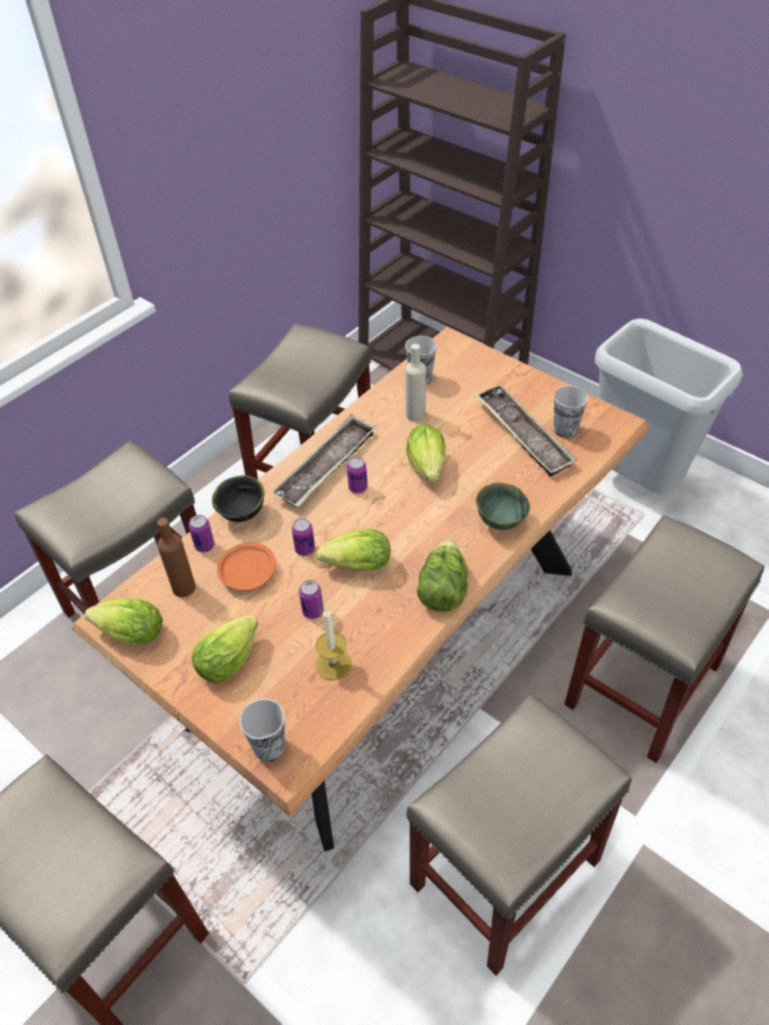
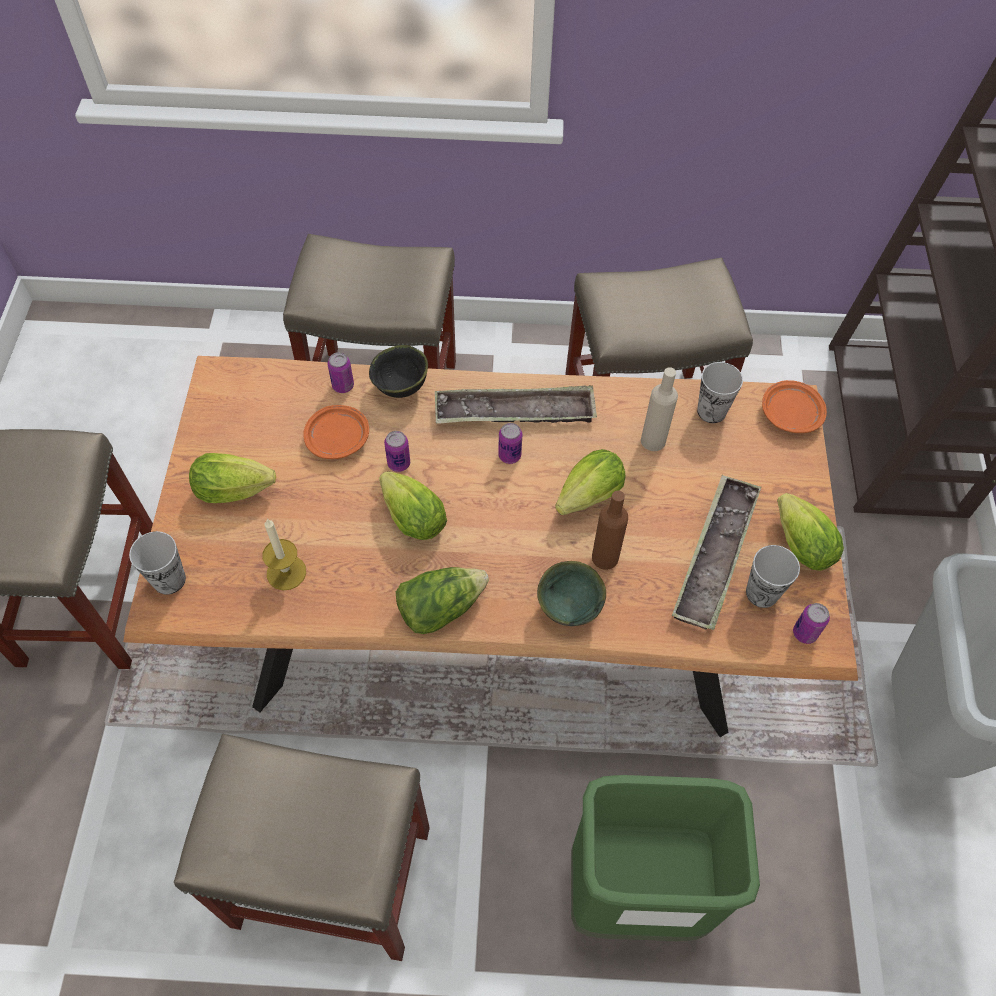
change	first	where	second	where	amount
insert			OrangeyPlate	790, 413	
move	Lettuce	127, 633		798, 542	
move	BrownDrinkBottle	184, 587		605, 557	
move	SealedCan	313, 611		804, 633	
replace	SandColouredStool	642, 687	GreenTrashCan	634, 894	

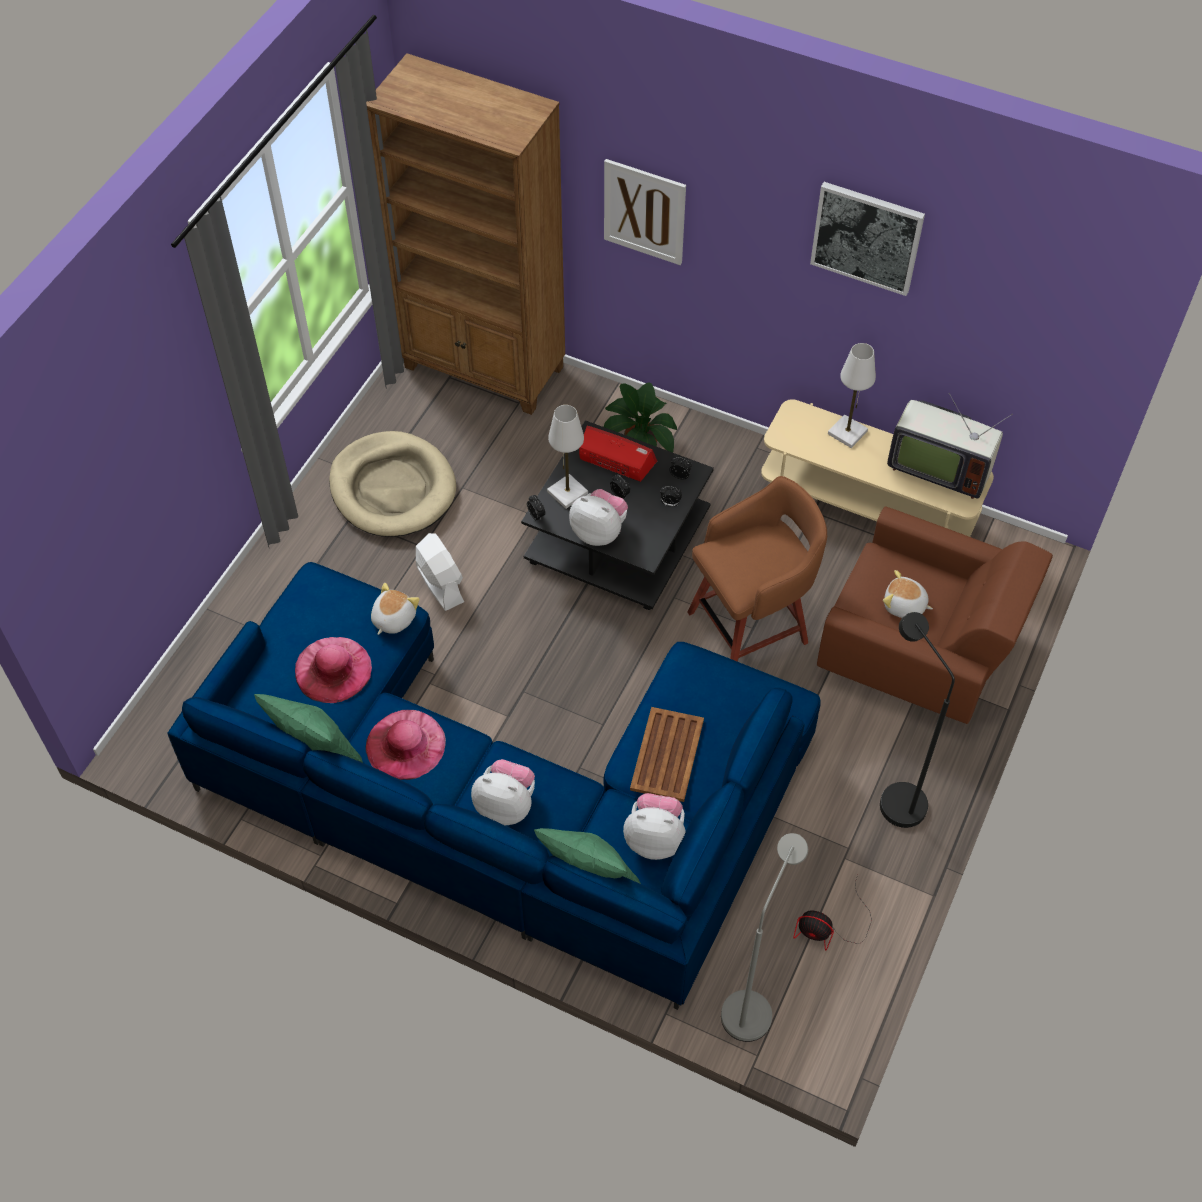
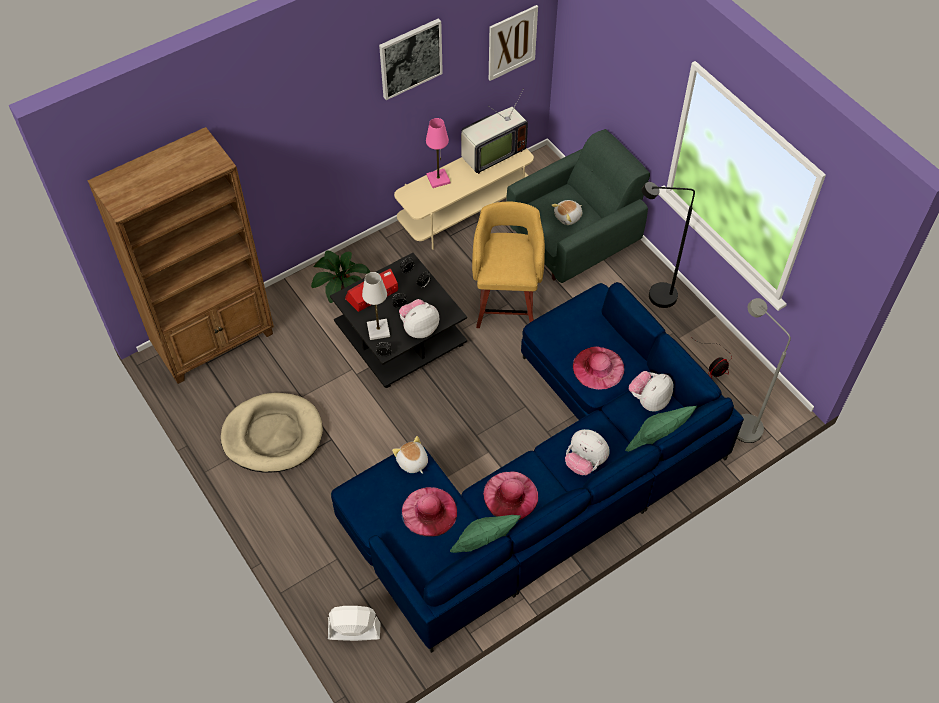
change	first	where	second	where	amount
move	WhitishElectricFan	440, 583		354, 631	
move	Picture	644, 211		512, 42	
replace	BrownTray	667, 754	PinkHat	598, 368	
recolor	BrownStool	751, 626	YellowishStool	506, 303	
recolor	BrownLoungeChair	918, 654	GreenLoungeChair	574, 240	
recolor	WhitishLampForATable	847, 432	PinkLampForATable	438, 179	
rotate	PlushToy	506, 805		585, 462	105 degrees counterclockwise

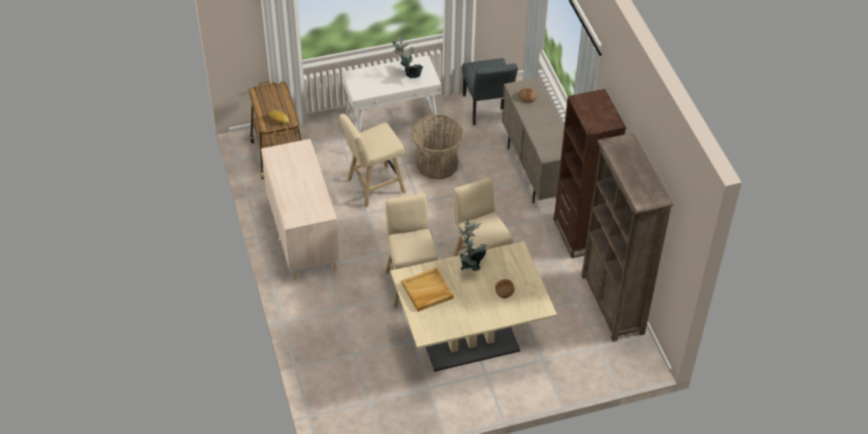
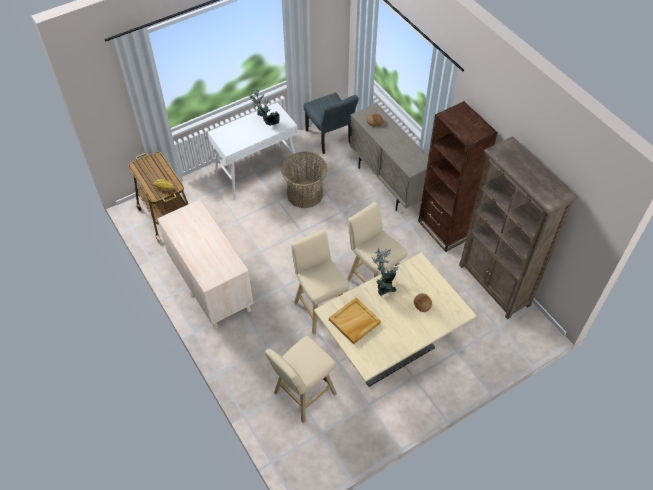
change	first	where	second	where	amount
move	SandColouredStool	373, 187		302, 395	

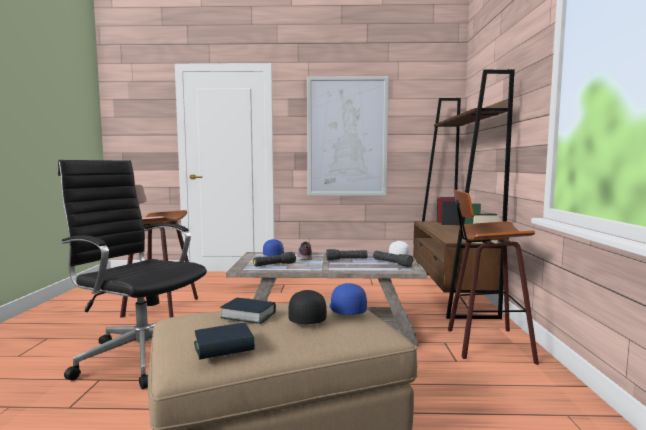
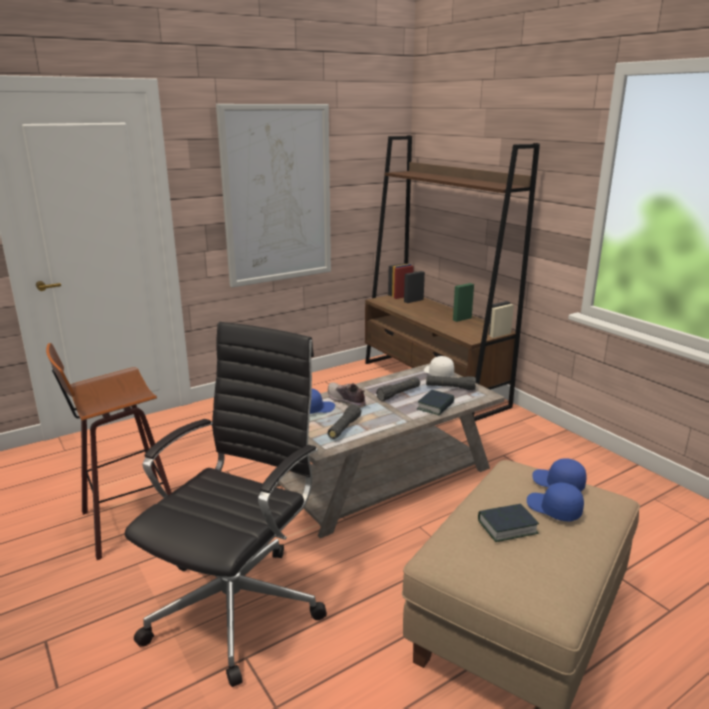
change	first	where	second	where	amount
delete	Stool	485, 344			
move	Book	224, 347		435, 406	
recolor	BlackColouredCap	306, 318	BlueColouredCap	553, 509	
rotate	BlackColouredDeskChair	140, 356		238, 604	120 degrees clockwise

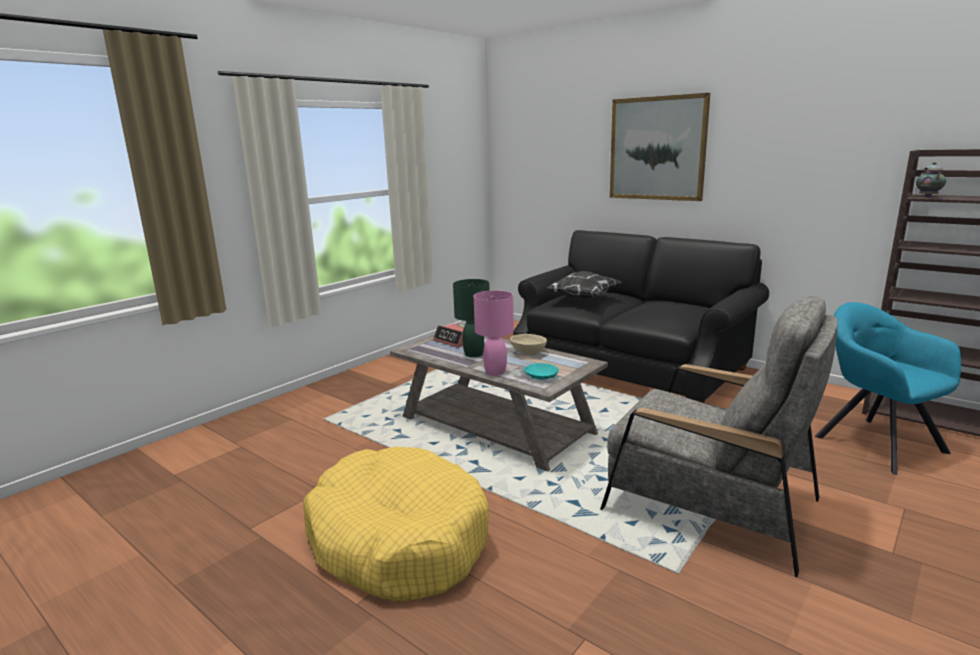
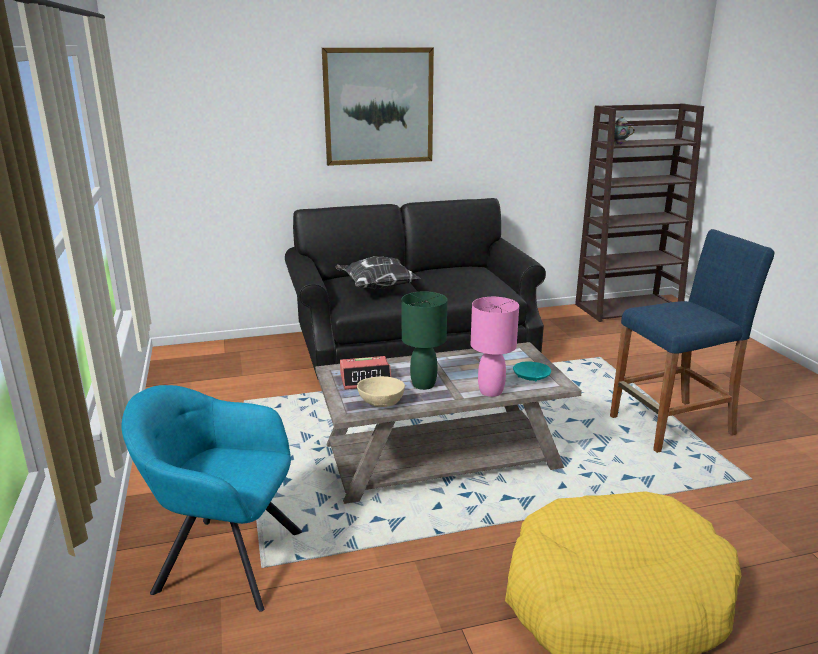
change	first	where	second	where	amount
move	SandColouredBowl	528, 353		381, 403	
move	TurquoiseColouredLoungeChair	875, 442		224, 560	
replace	GrayLoungeChair	709, 504	BlueColouredStool	672, 426	

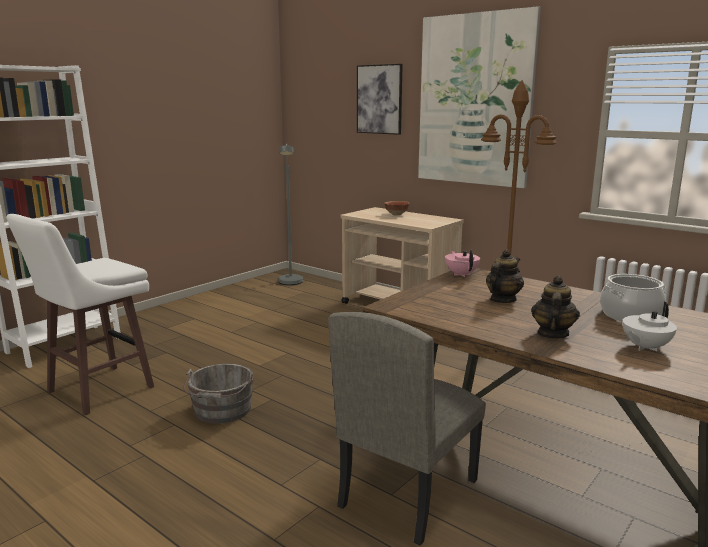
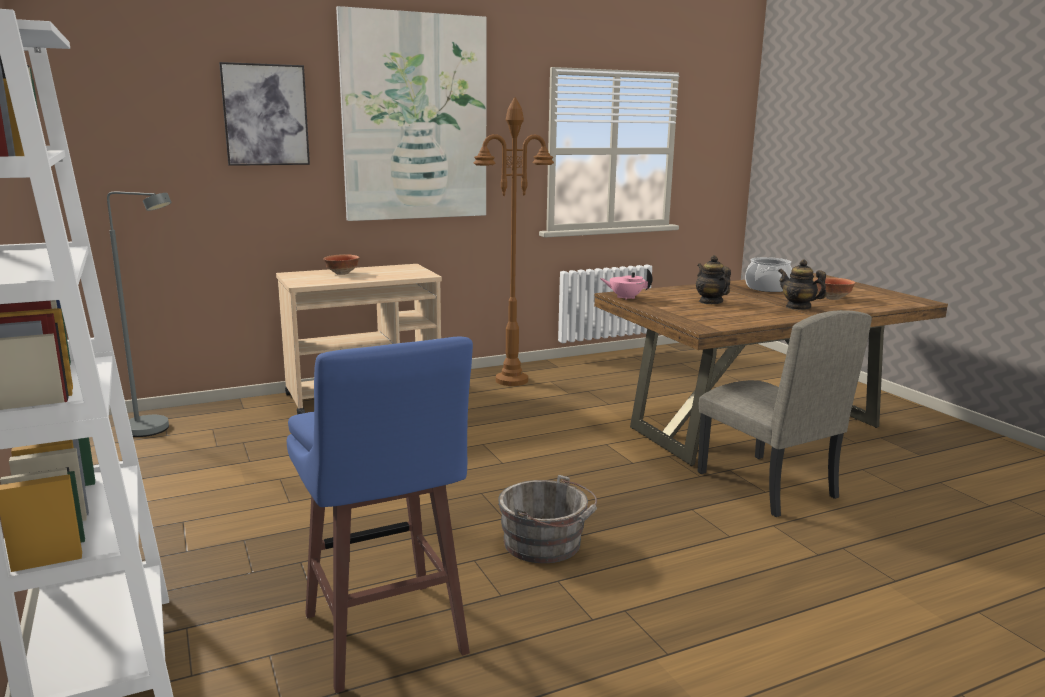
change	first	where	second	where	amount
replace	WhitishTeapot	644, 347	Bowl	832, 298	
recolor	WhitishStool	97, 390	BlueColouredStool	384, 637	

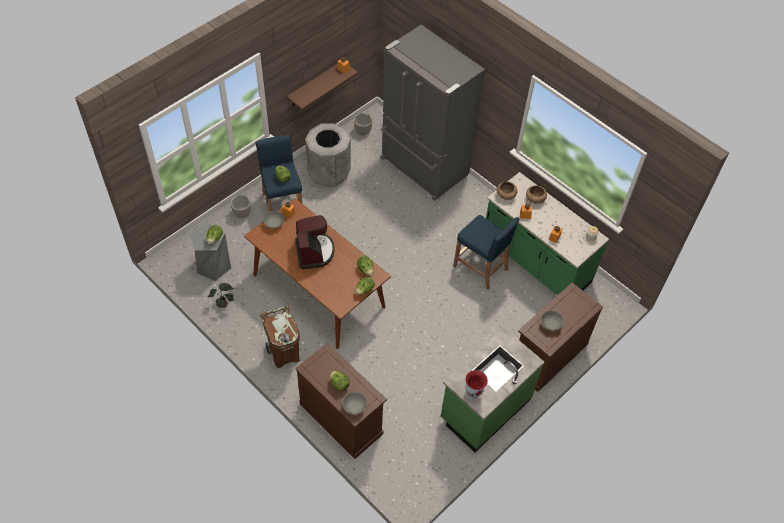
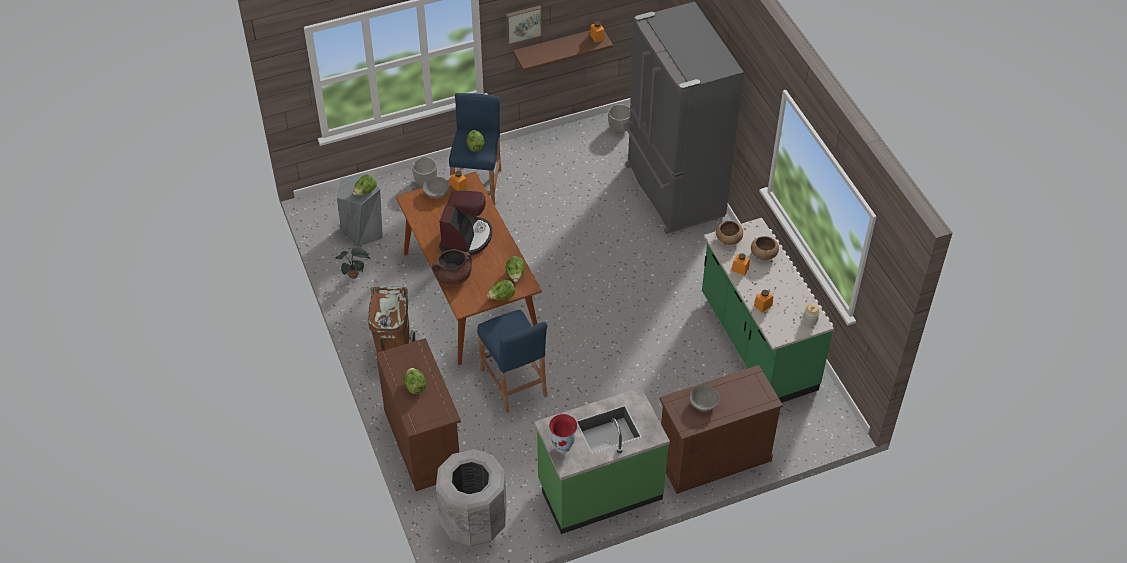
change	first	where	second	where	amount
delete	GrayBowl	355, 407			
insert			BrownSaucepot	453, 277	
insert			Picture	523, 23	
move	GrayTrashCan	329, 173		474, 522	
move	BlueColouredStool	480, 267		513, 382	

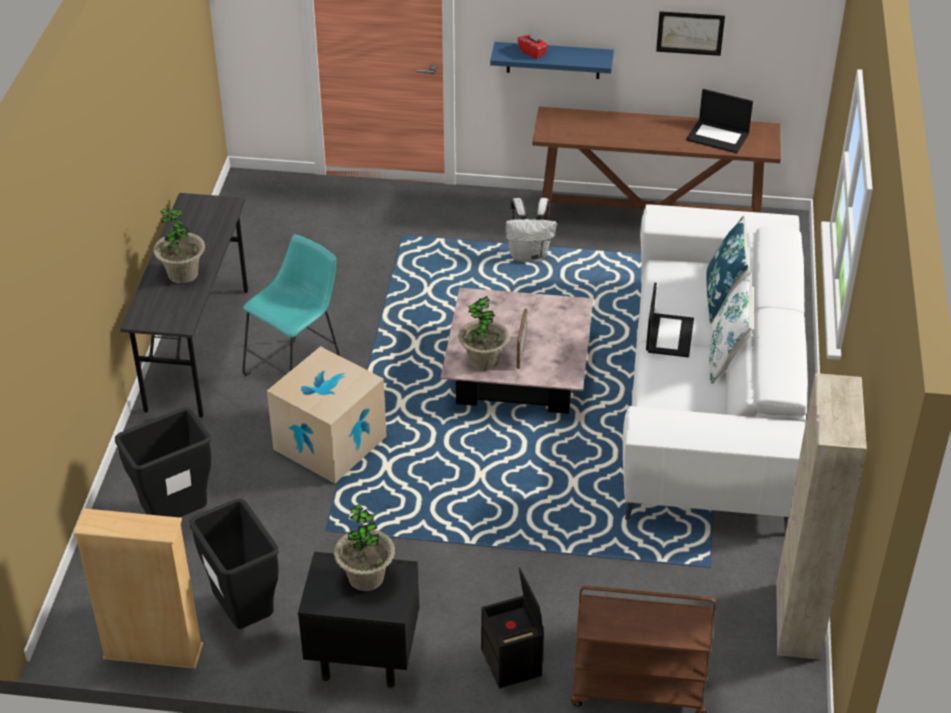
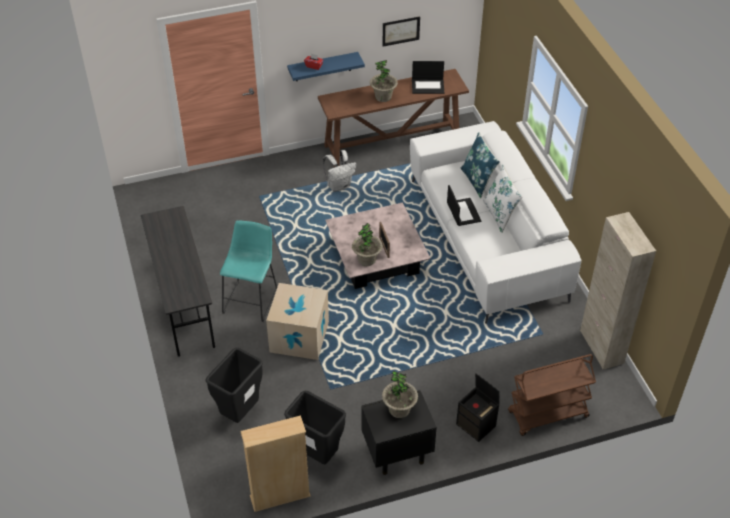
change	first	where	second	where	amount
move	PottedPlant	183, 274		383, 97	

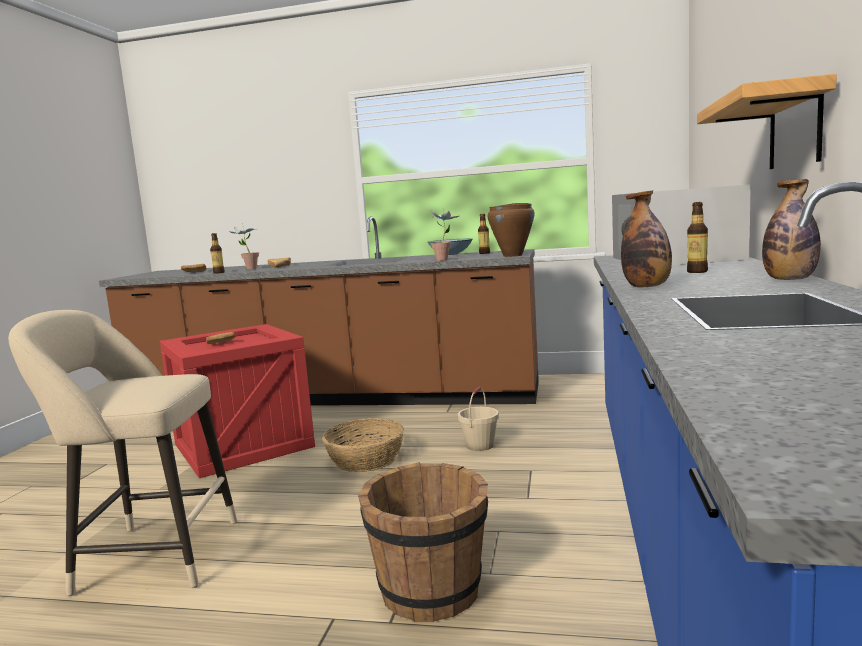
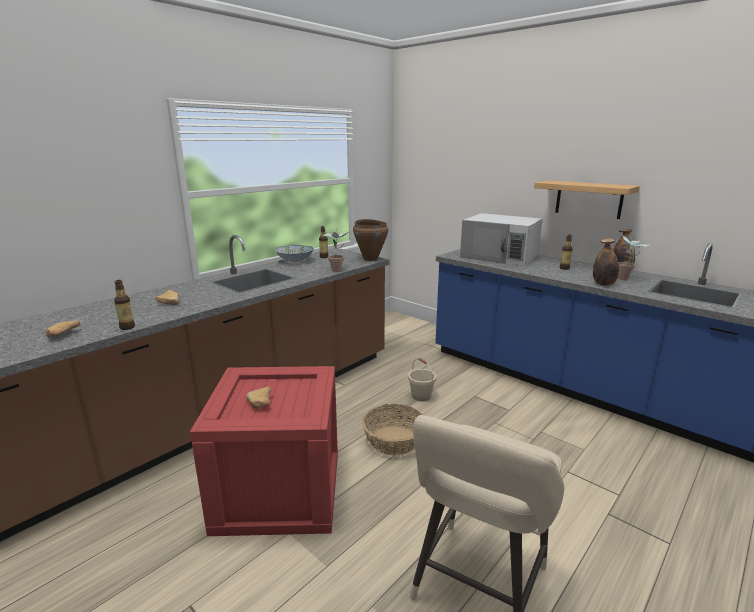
change	first	where	second	where	amount
delete	BrownPail	431, 592			
move	PottedPlant	248, 269		625, 279	

